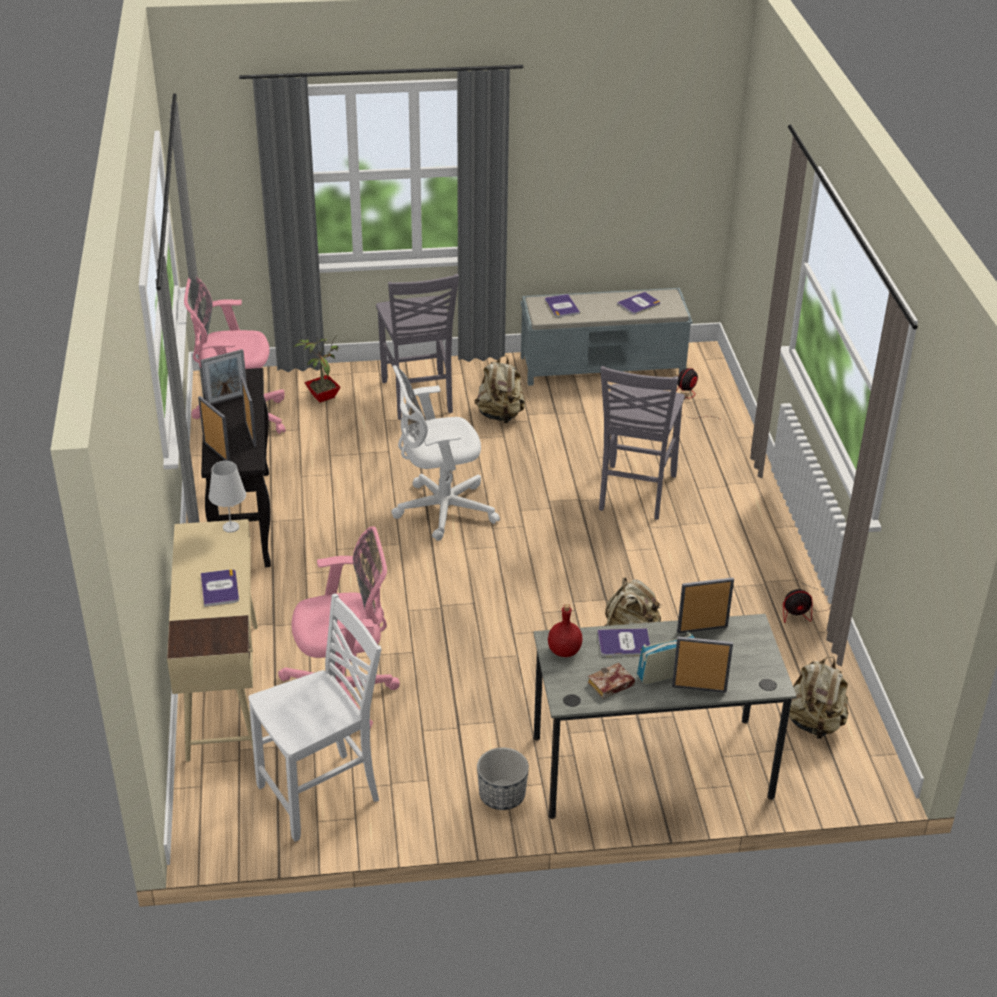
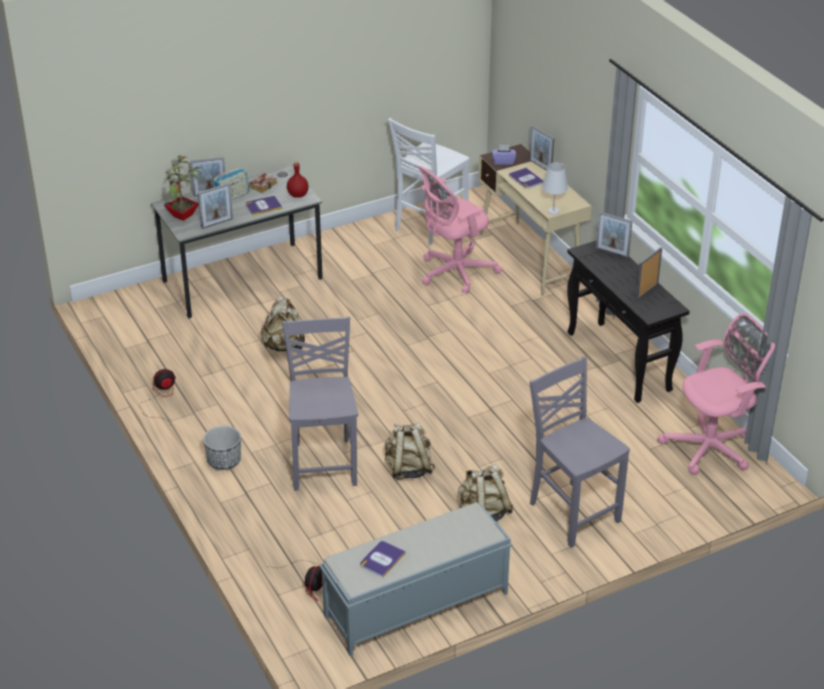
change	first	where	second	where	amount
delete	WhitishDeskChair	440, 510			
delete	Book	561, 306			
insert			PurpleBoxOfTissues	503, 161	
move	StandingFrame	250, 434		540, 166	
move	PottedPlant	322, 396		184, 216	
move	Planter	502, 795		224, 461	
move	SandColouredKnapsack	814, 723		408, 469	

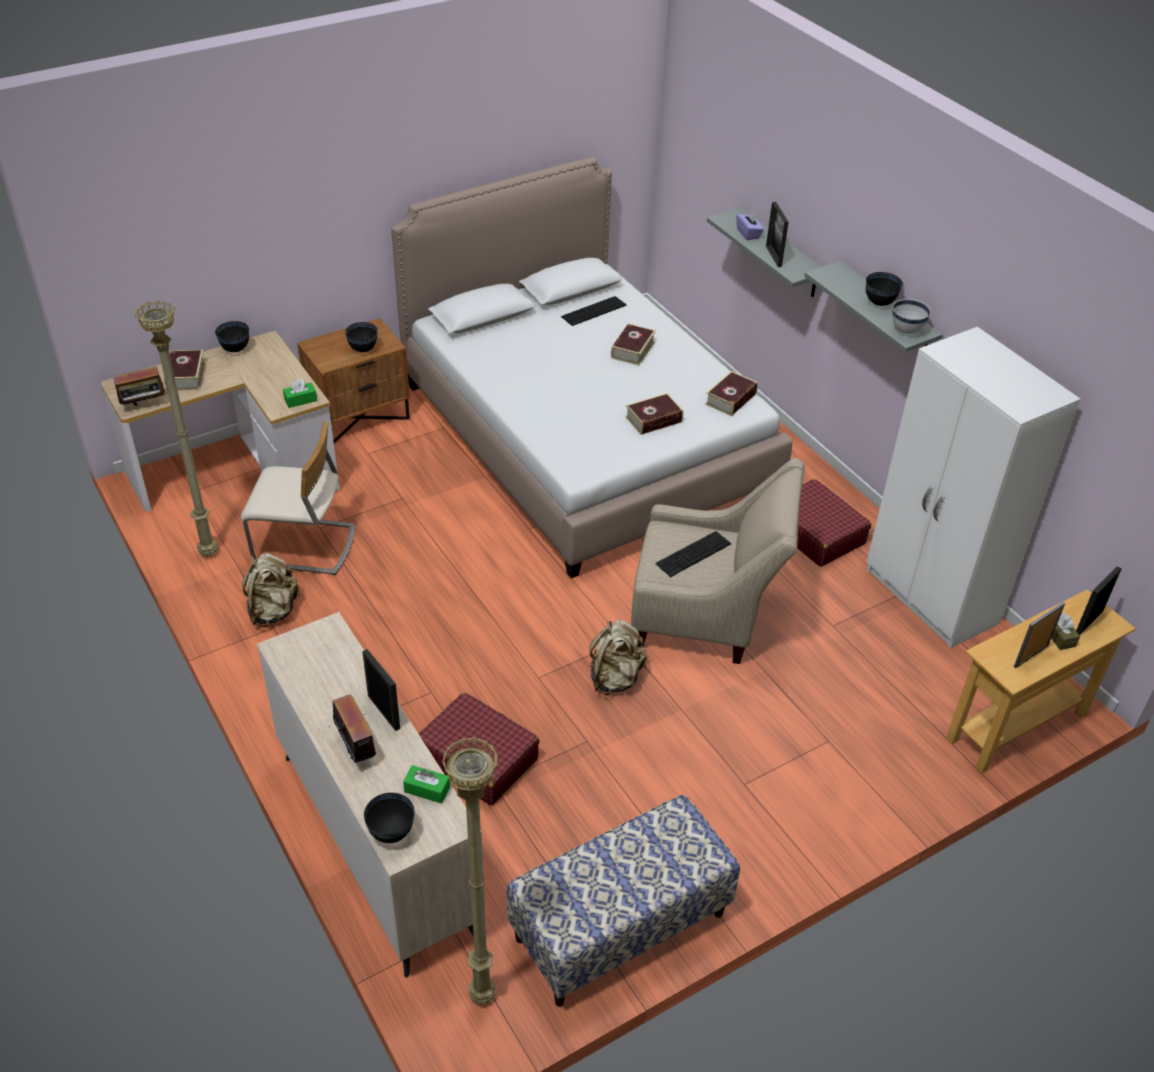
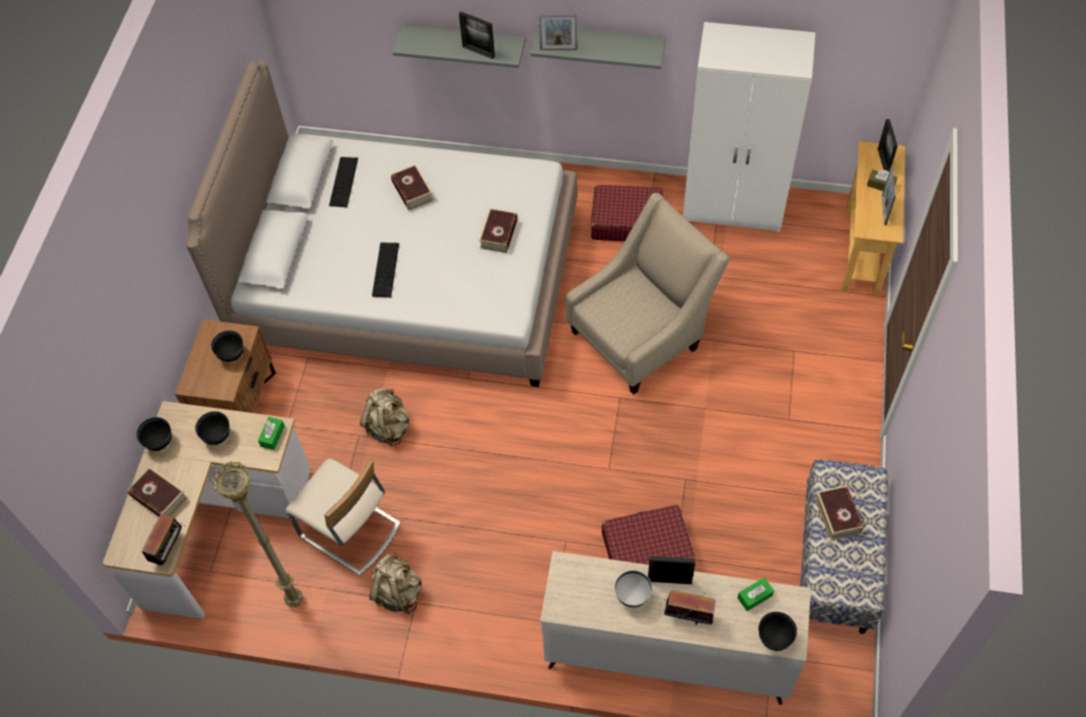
change	first	where	second	where	amount
delete	SandColouredStandingLamp	480, 995			
delete	PurpleBoxOfTissues	748, 234			
insert			StandingFrame	558, 49	
move	SandColouredKnapsack	615, 678		388, 427	
move	PcKeyboard	693, 554		385, 269	
move	Book	730, 399		837, 515	
move	BlackColouredBowl	879, 303		217, 437	
move	WhitishBowl	906, 330		632, 597	
rotate	SandColouredPlainChair	304, 546		349, 531	75 degrees clockwise

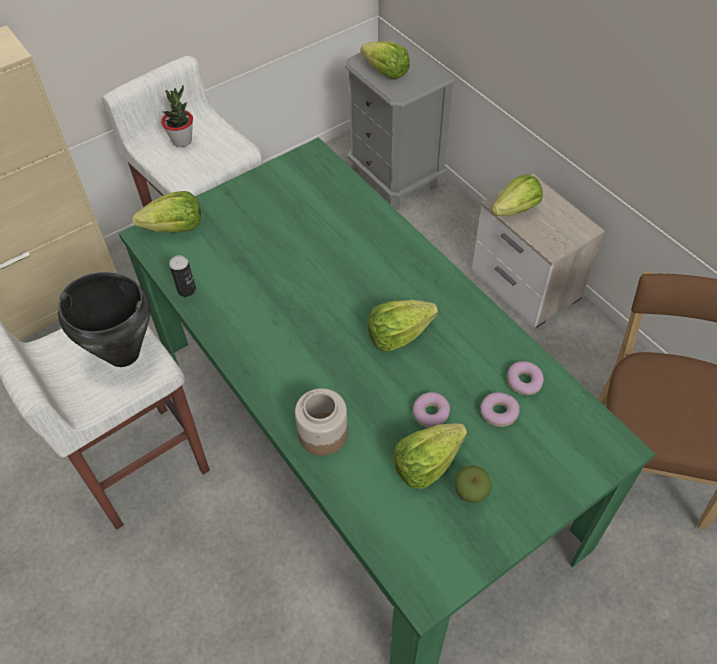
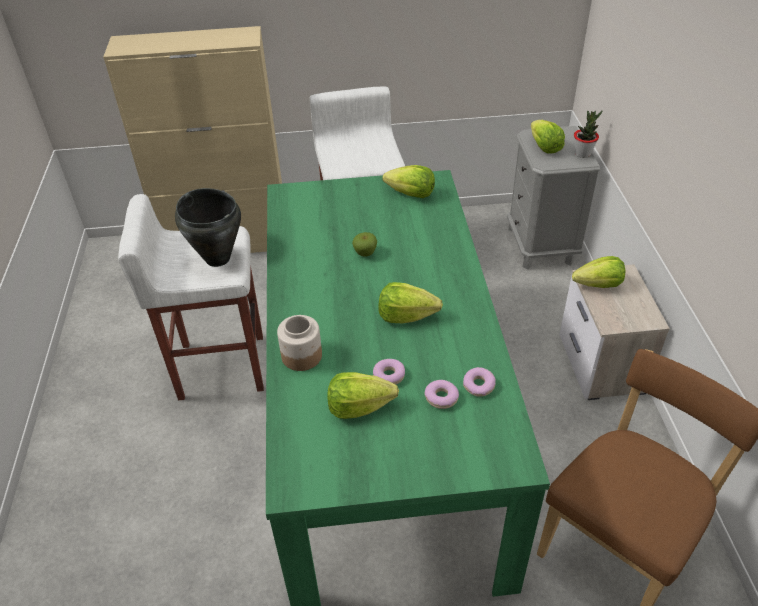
change	first	where	second	where	amount
delete	SealedCan	186, 290			
move	Lettuce	174, 228		411, 194	
move	PottedPlant	182, 140		583, 153	
move	WholeApple	470, 493		365, 253	

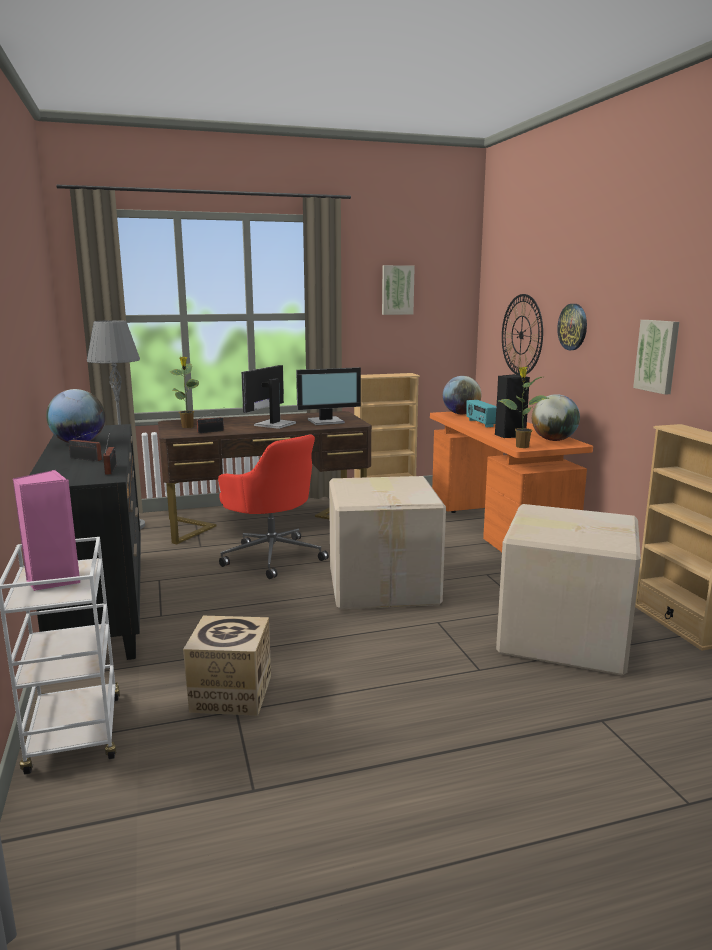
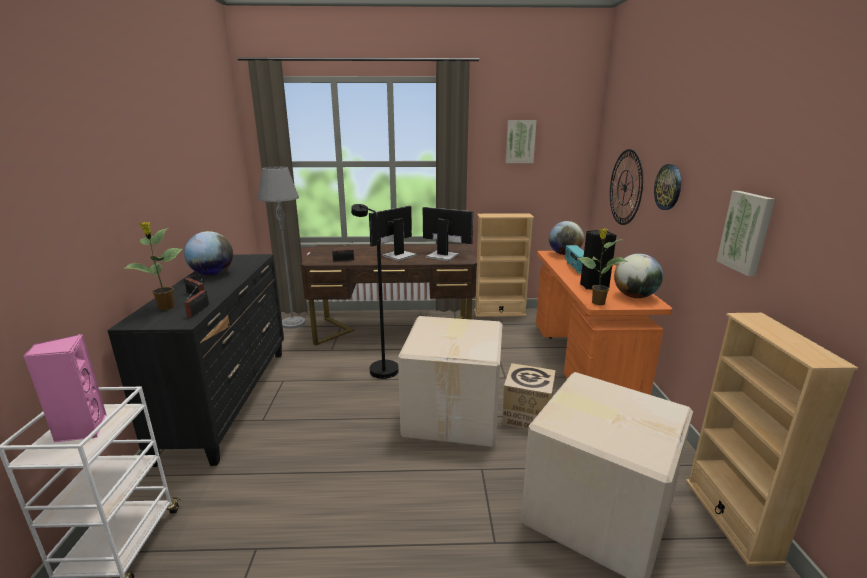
change	first	where	second	where	amount
move	PottedPlant	187, 427		166, 308	
move	Carton	231, 694		527, 415	
replace	ReddishDeskChair	272, 556	BlackColouredStandingLamp	379, 367	
rotate	ComputerScreen	327, 421		442, 255	150 degrees counterclockwise

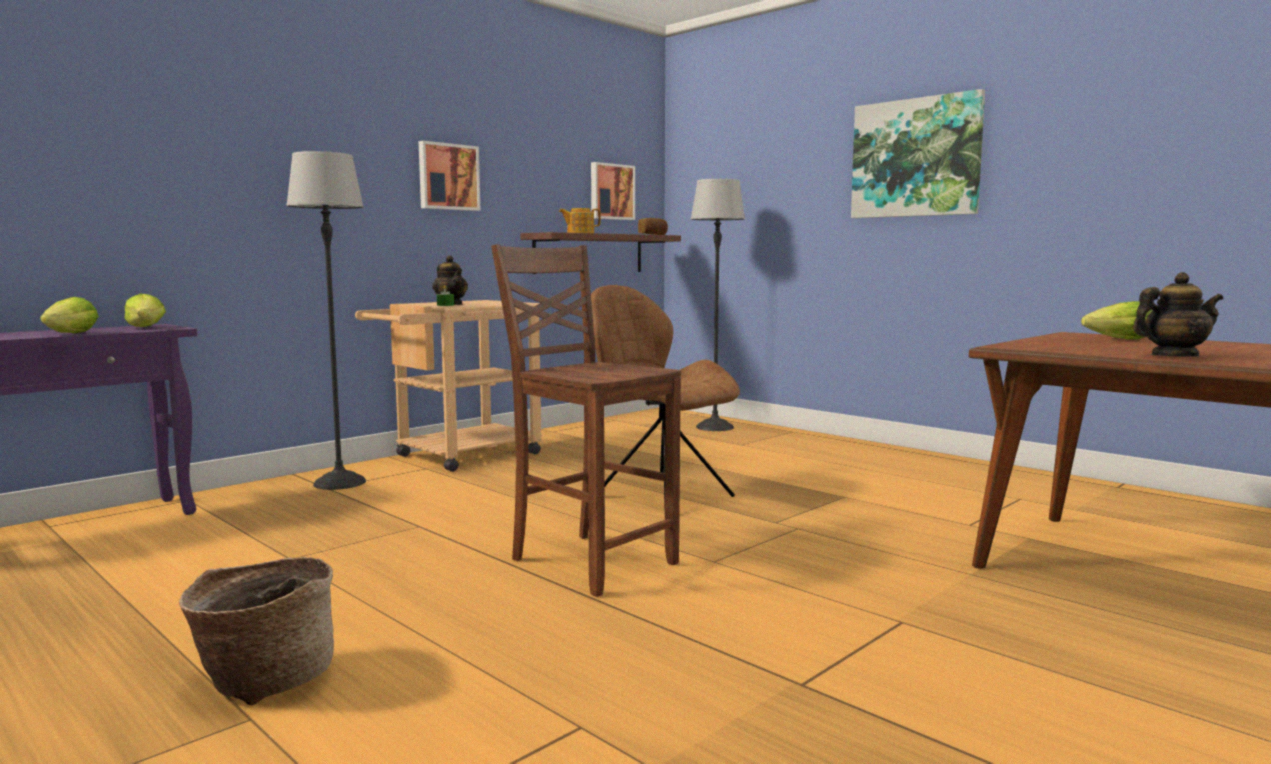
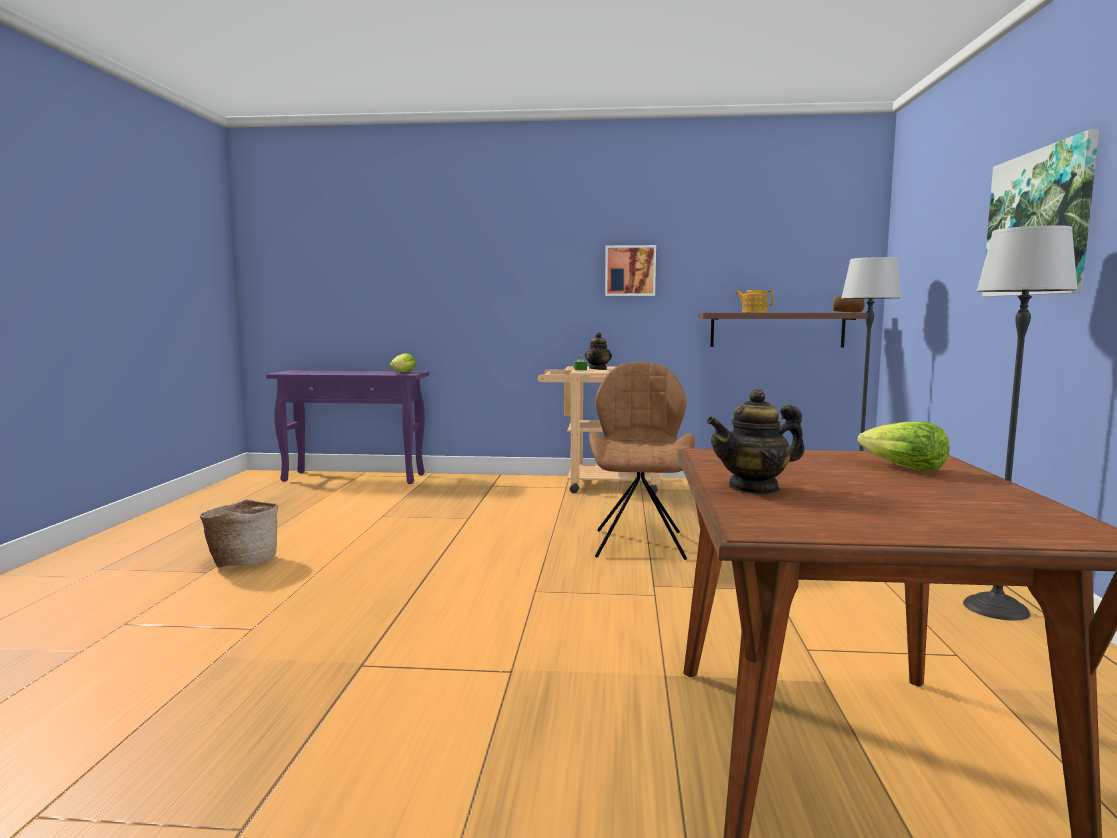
change	first	where	second	where	amount
delete	Lettuce	71, 334			
delete	BrownPlainChair	590, 561			
delete	Picture	611, 192			
move	StandingLamp	339, 482		995, 608	
rotate	Teapot	1173, 356		754, 488	120 degrees clockwise

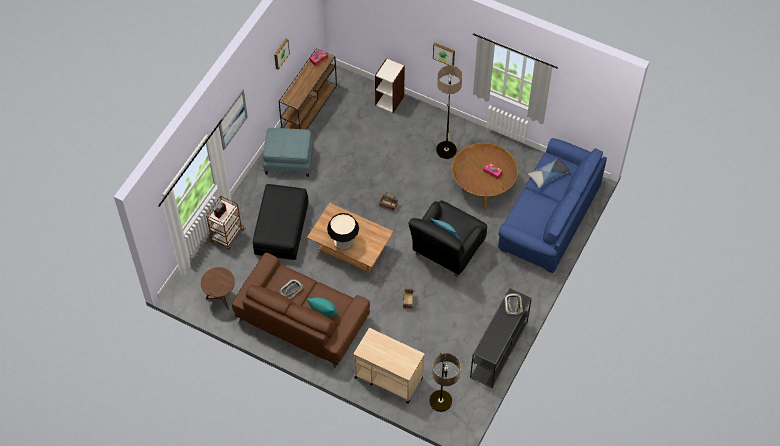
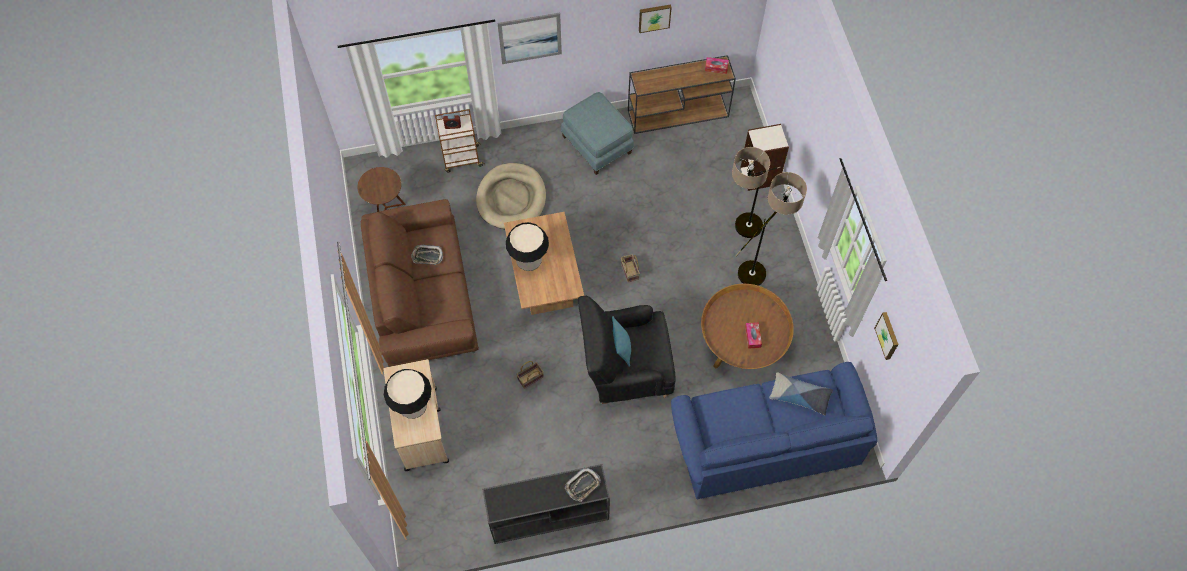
change	first	where	second	where	amount
delete	TurquoiseColouredCushion	323, 313			
insert			LampForATable	412, 405	
move	StandingLamp	441, 409		741, 233	
move	Picture	444, 53		888, 335	
replace	BlackColouredOttoman	281, 229	SandColouredDogBed	511, 198	

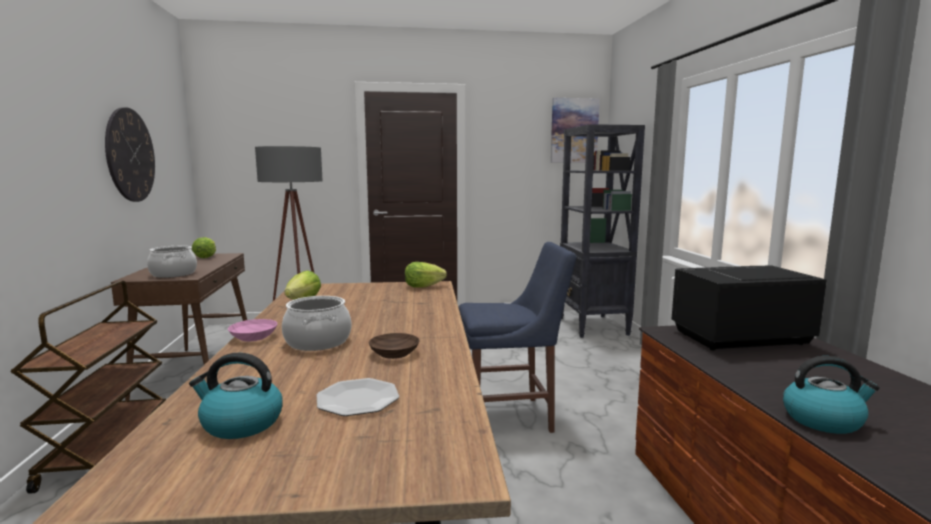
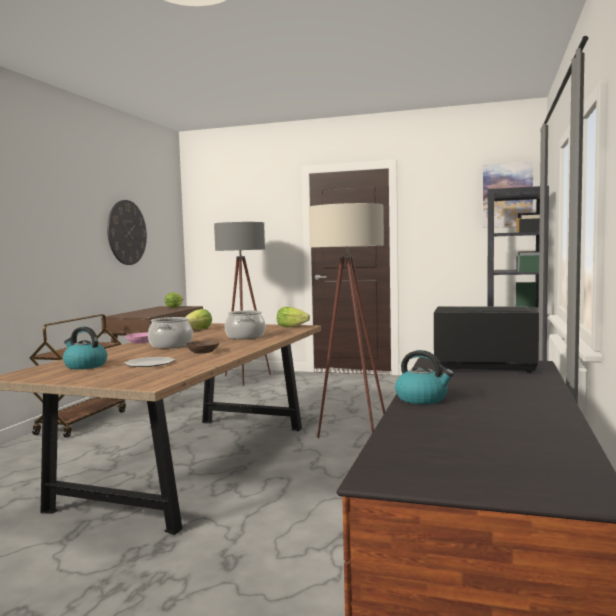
change	first	where	second	where	amount
move	Saucepot	173, 274		245, 336	
replace	BlueColouredPlainChair	511, 417	SandColouredStandingLamp	351, 439	

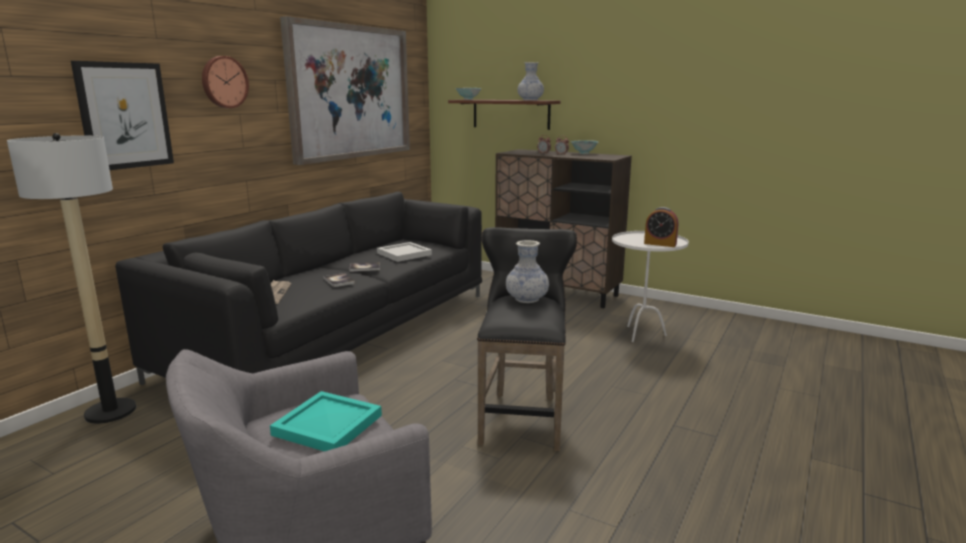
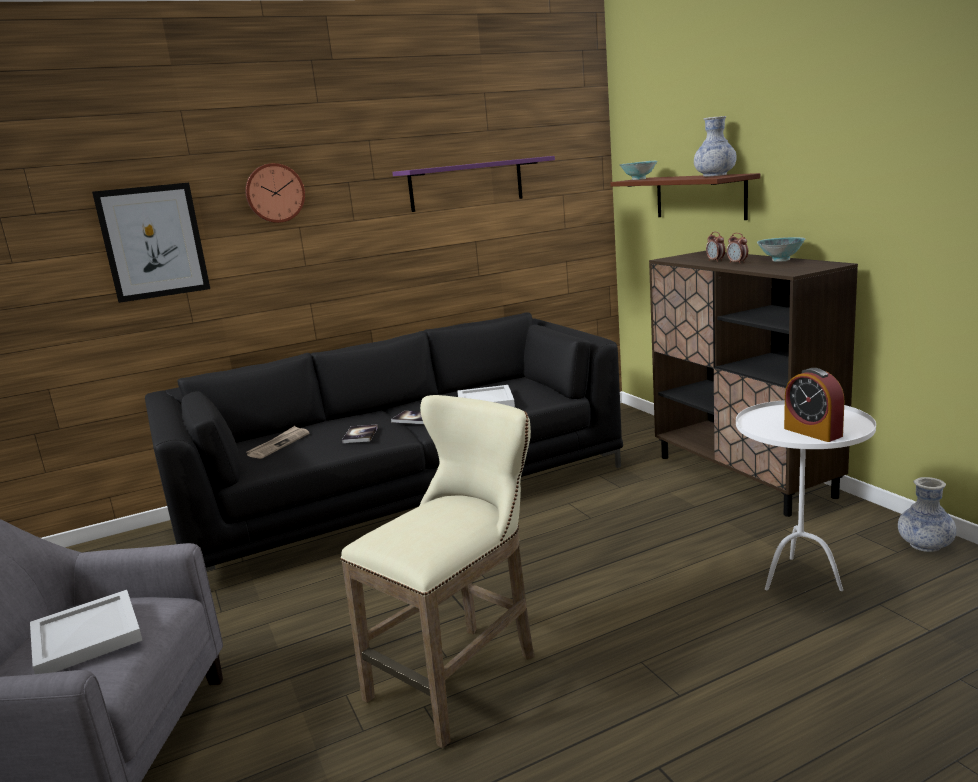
change	first	where	second	where	amount
delete	StandingLamp	111, 411			
move	DecorativeVase	527, 299		925, 545	
replace	Picture	350, 92	PurpleBracketShelf	466, 184	
recolor	TurquoiseColouredTray	328, 426	WhitishTray	85, 637	
recolor	BlackColouredStool	523, 416	SandColouredStool	462, 674	

